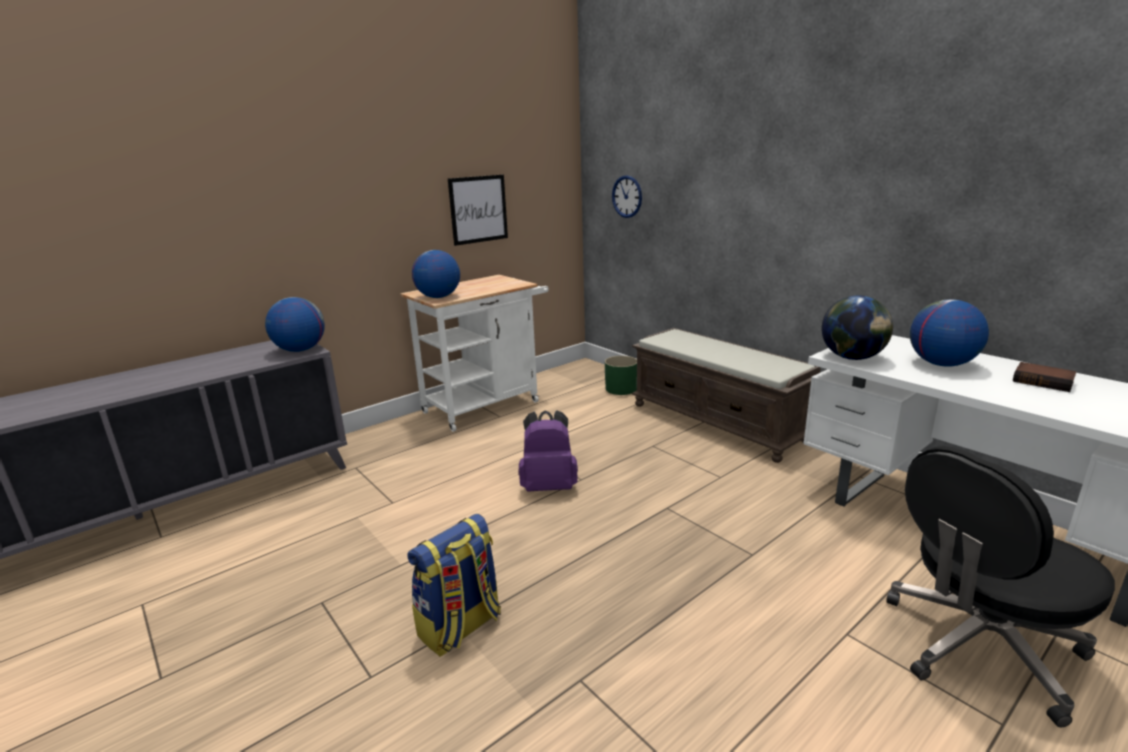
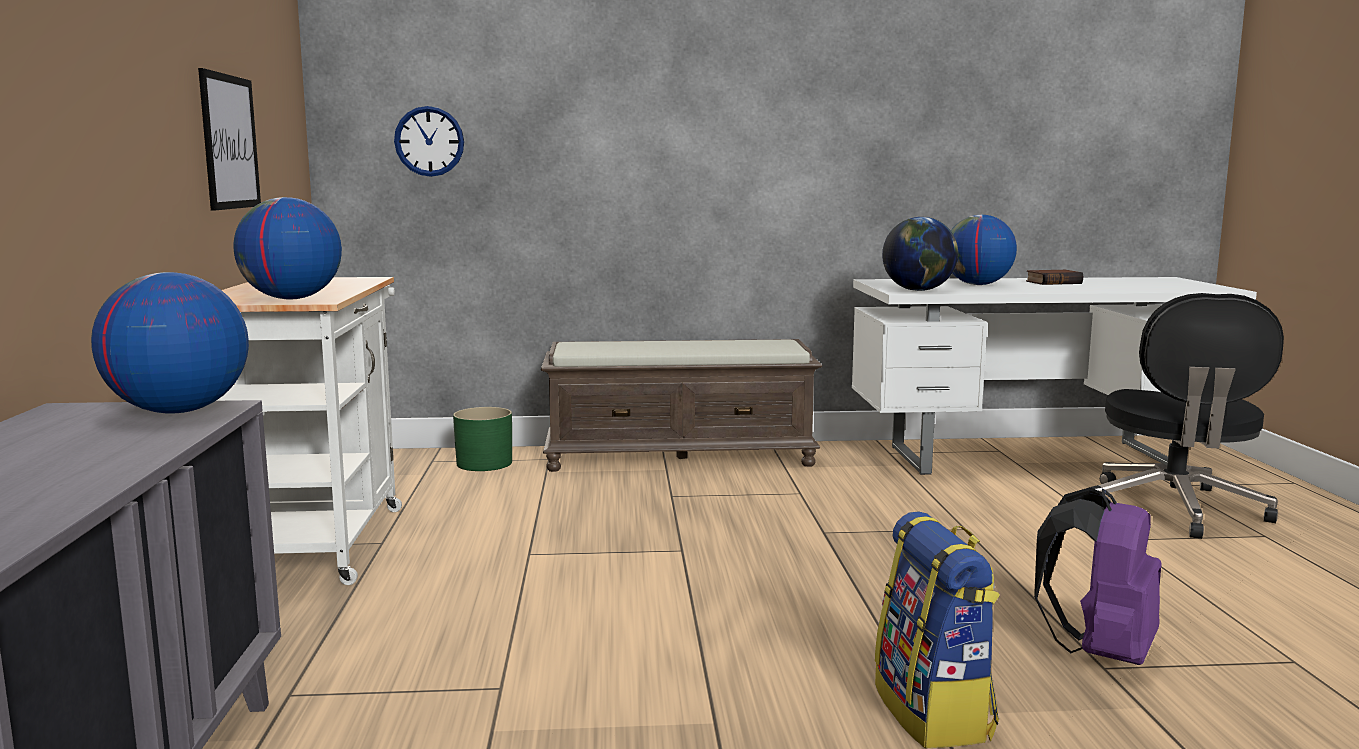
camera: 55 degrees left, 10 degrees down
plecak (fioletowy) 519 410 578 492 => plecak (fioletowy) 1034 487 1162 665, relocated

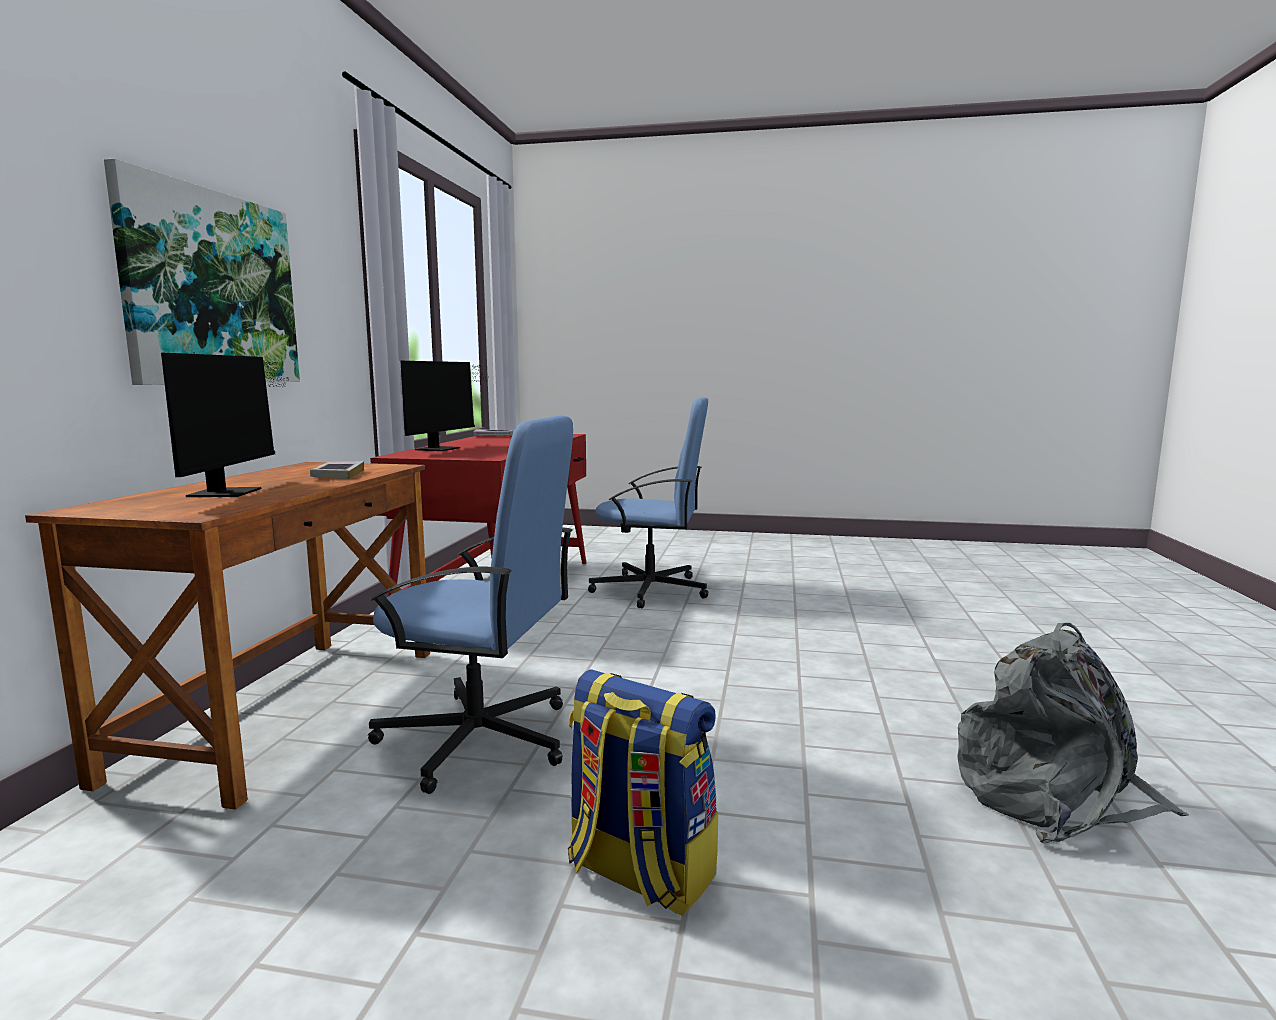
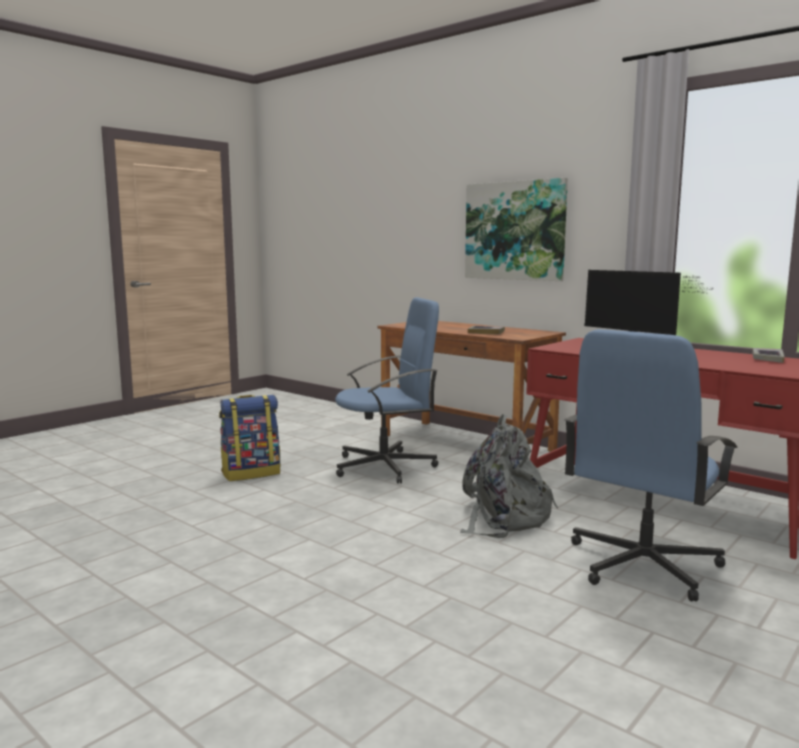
camera: 120 degrees right, 0 degrees up
monitor 161 353 288 497 => nothing
krzesło biurowe (niebieski) 368 415 573 794 => krzesło biurowe (niebieski) 335 297 439 484, 150 degrees counterclockwise
plecak (szary) 957 623 1189 843 => plecak (szary) 460 414 558 538, relocated

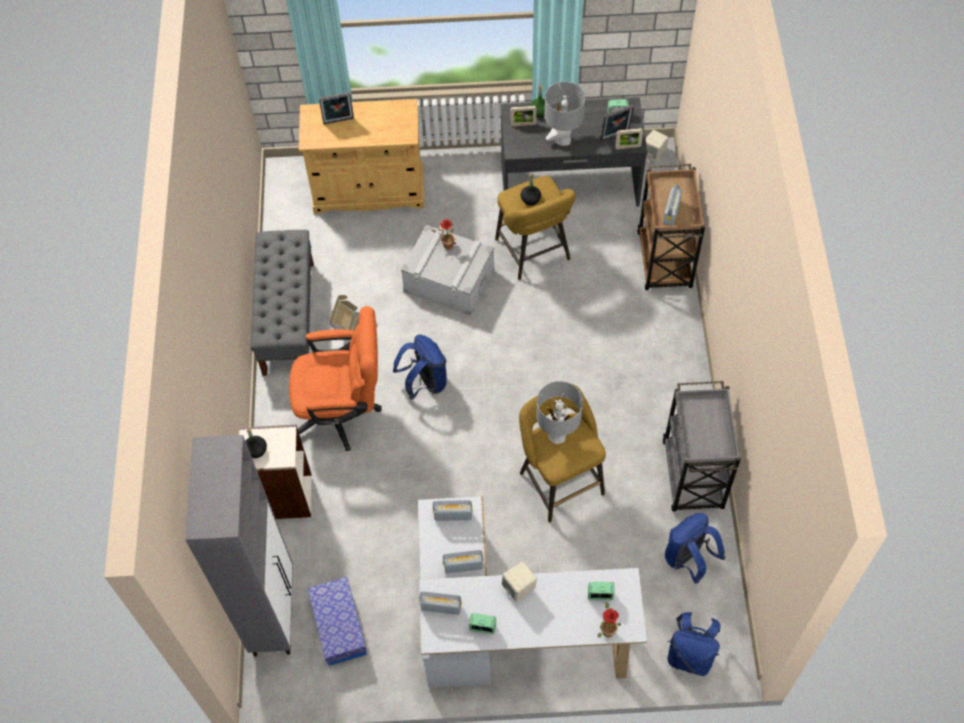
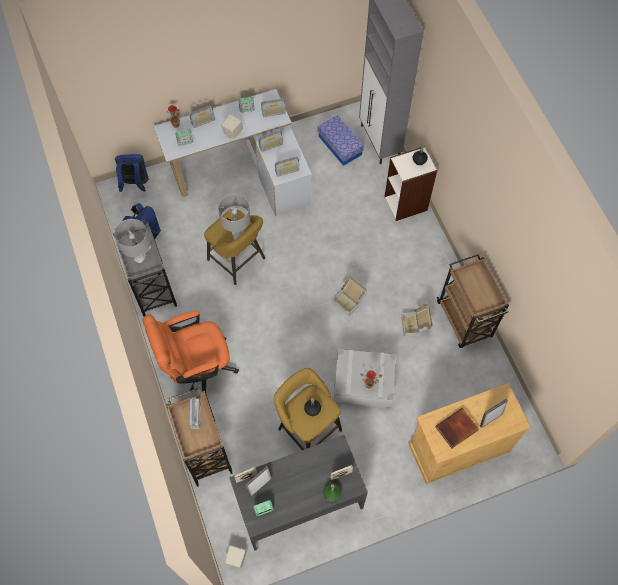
camera: 160 degrees right, 5 degrees up
lampa stołowa (szary) 545 82 585 146 => lampa stołowa (szary) 114 219 151 263, relocated
ławka (szary) 251 230 314 376 => wózek (brązowy) 437 254 509 348
krzesło biurowe (pomarańczowy) 289 306 382 451 => krzesło biurowe (pomarańczowy) 143 311 239 393, relocated
plecak (niebieski) 393 335 447 400 => karton 333 276 367 316
nothing => radio 190 106 215 128
nothing => książka 436 408 479 449

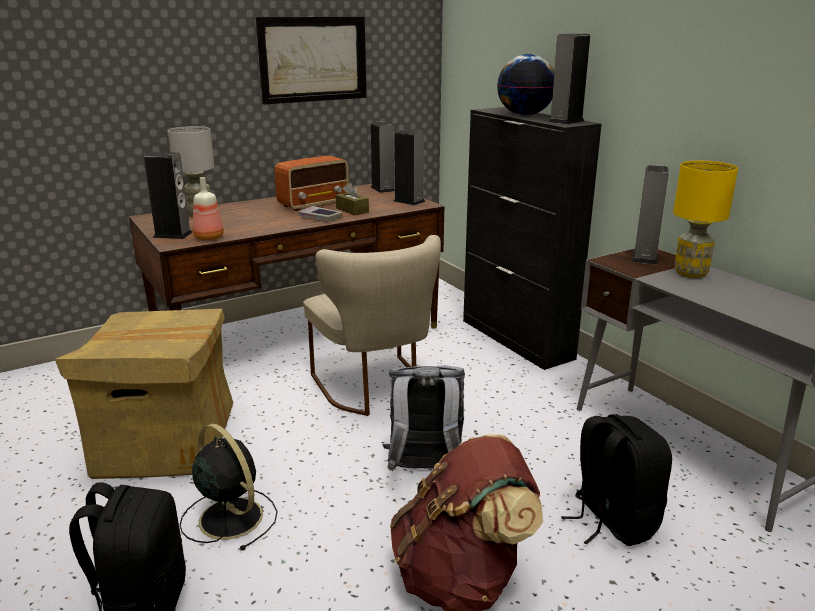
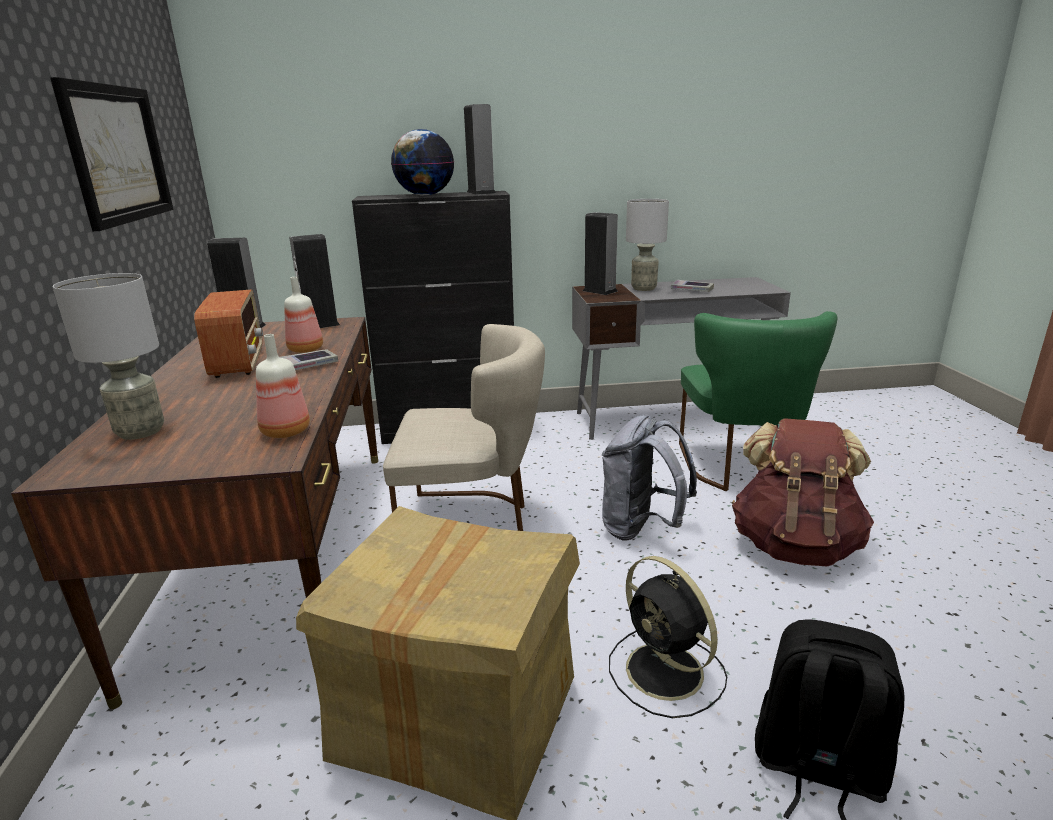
camera: 65 degrees left, 0 degrees up
głośnik 144 152 193 239 => nothing
lampa stołowa (żółty) 673 161 738 278 => lampa stołowa (szary) 626 199 669 291
pudełko chusteczek (brązowy) 335 183 369 215 => butelka 284 277 323 353
plecak (czarny) 561 414 672 546 => krzesło (zielony) 679 311 837 491
wentylator (czarny) 180 424 277 551 => wentylator (czarny) 609 556 727 718, 105 degrees counterclockwise
nothing => książka 671 279 714 292

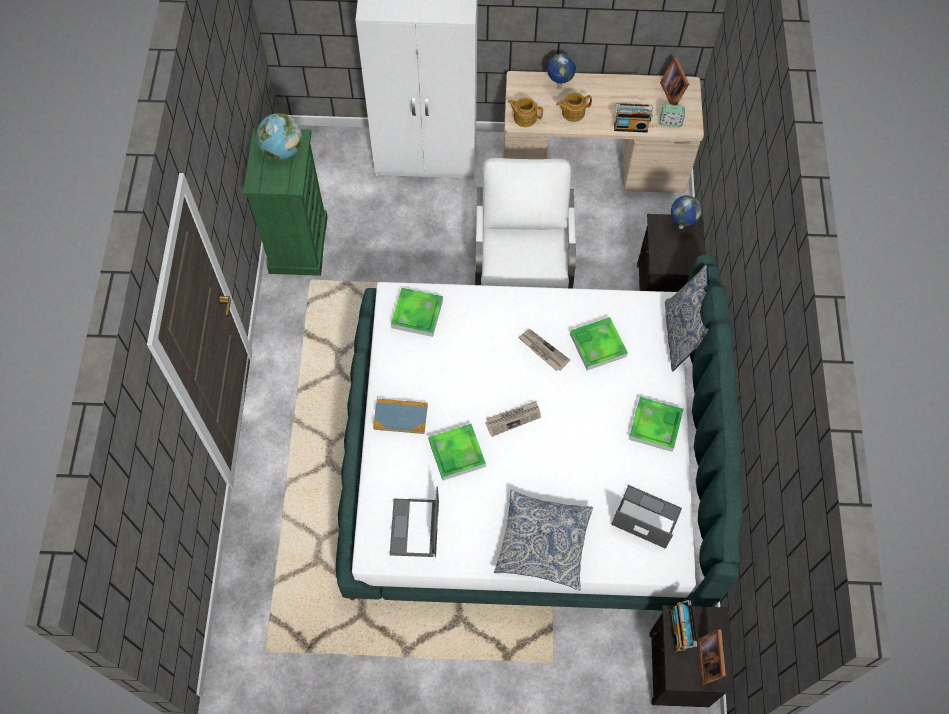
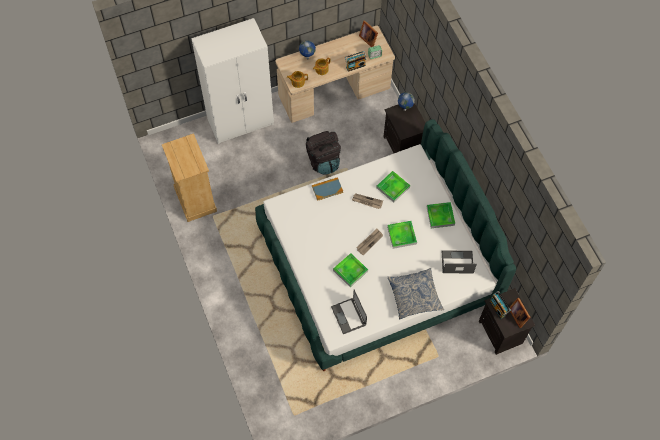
camera: 25 degrees left, 0 degrees up
globus 256 113 302 159 => nothing
komoda (zielony) 243 128 328 276 => komoda (beżowy) 162 133 217 222
fotel (biały) 475 158 576 289 => plecak (czarny) 306 131 341 175
poduszka 665 265 710 371 => nothing
taca 391 288 443 337 => taca 387 221 417 249, relocated
książka 373 399 428 434 => książka 312 177 343 201, relocated

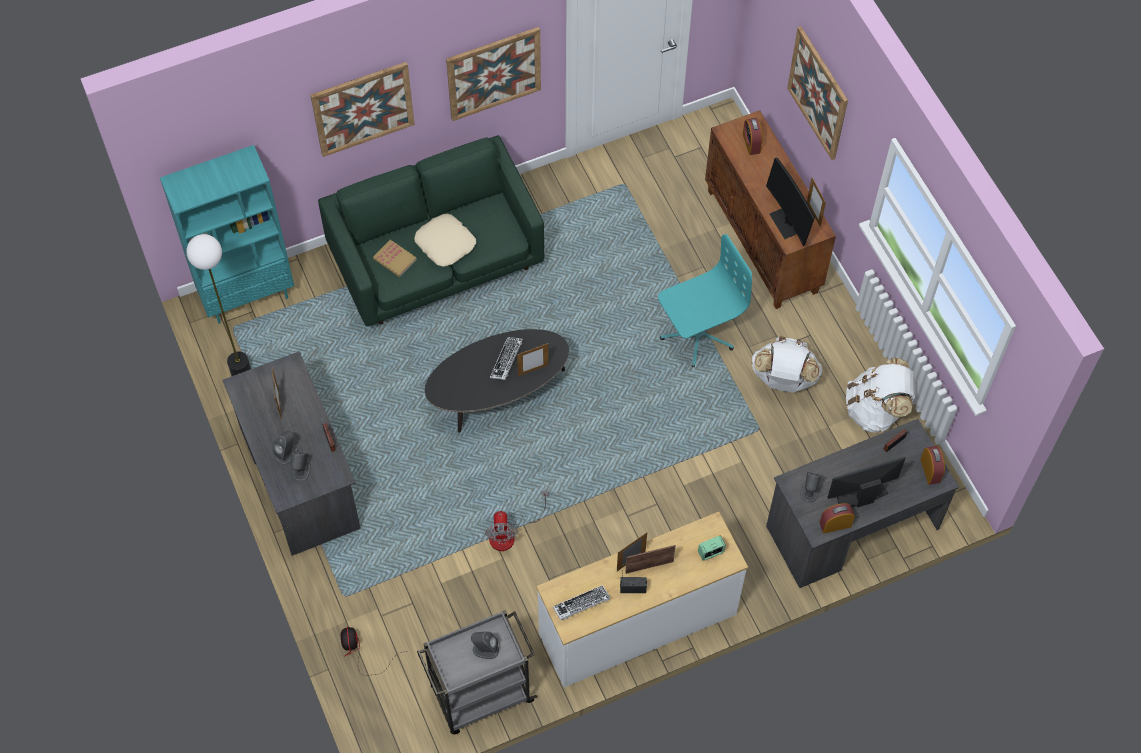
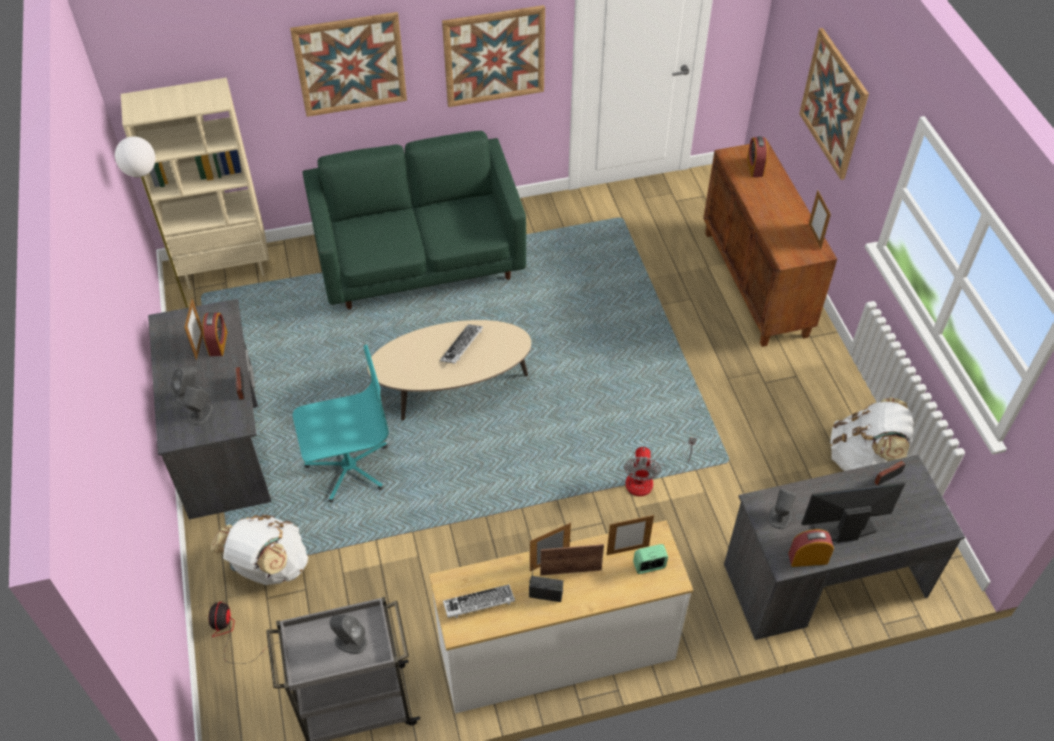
camera: 10 degrees right, 10 degrees down
regał (turkusowy) 160 145 294 324 => regał (beżowy) 121 78 269 289
monitor 766 158 815 246 => nothing
poduszka (beżowy) 414 214 476 267 => nothing
krzesło biurowe (turkusowy) 658 234 752 367 => krzesło biurowe (turkusowy) 293 345 389 503, relocated
książka 373 240 417 277 => nothing
ława (czarny) 425 329 569 433 => ława (beżowy) 367 320 531 421
plecak (biały) 751 337 822 393 => plecak (biały) 211 515 308 585, relocated
ramka na zdjęcie 517 343 549 376 => ramka na zdjęcie 607 515 654 555, relocated
budzik 920 446 945 485 => budzik 202 313 227 356, relocated
wentylator 485 491 548 551 => wentylator 624 438 697 496, relocated

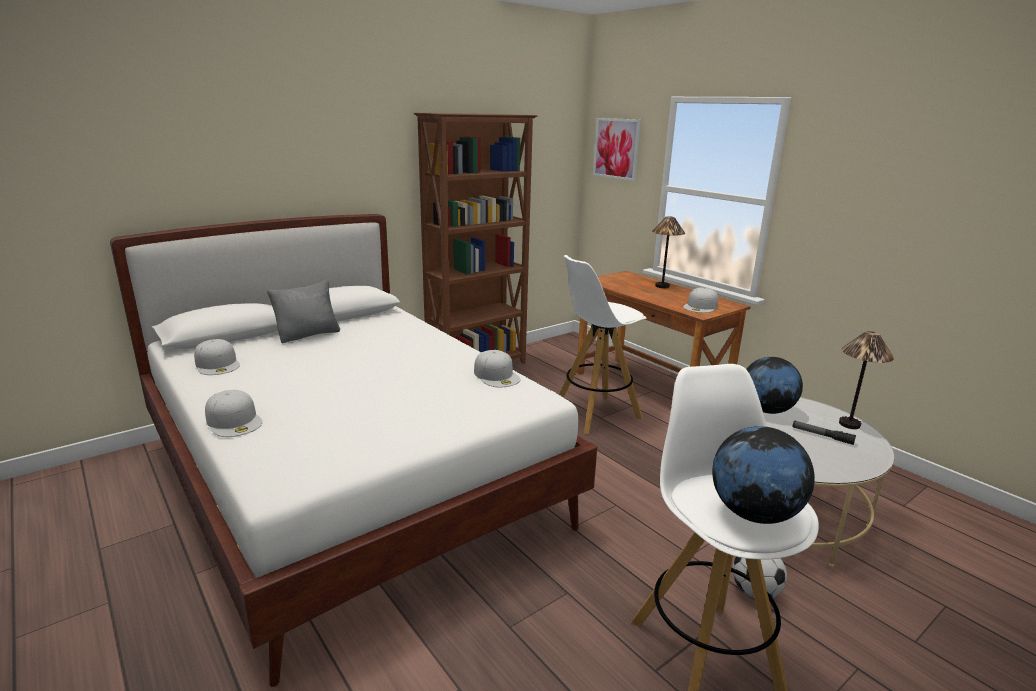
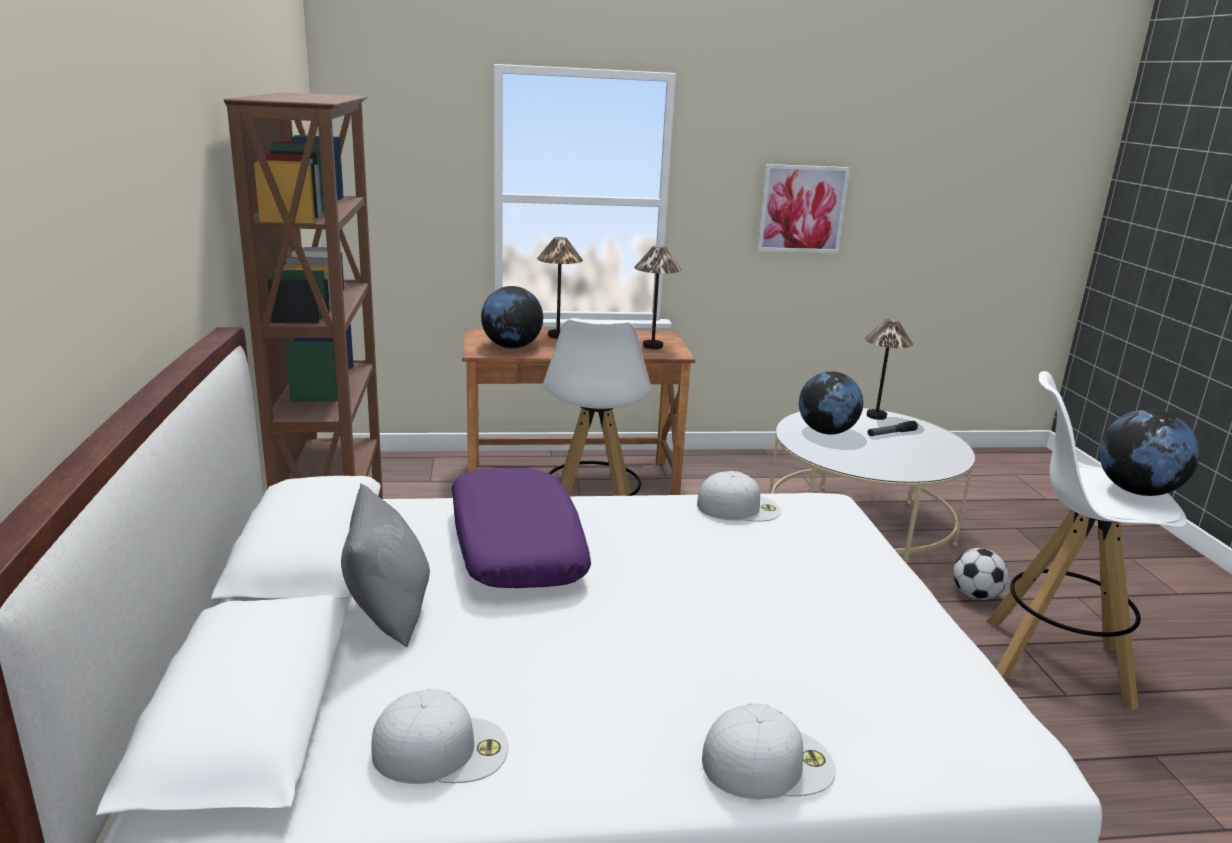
camera: 60 degrees left, 0 degrees up
obraz 593 118 641 181 => obraz 757 164 850 253, relocated
czapka z daszkiem (biały) 683 288 718 313 => lampa stołowa 634 246 681 349
nothing => globus 481 286 543 349
nothing => poduszka (fioletowy) 452 468 591 588

